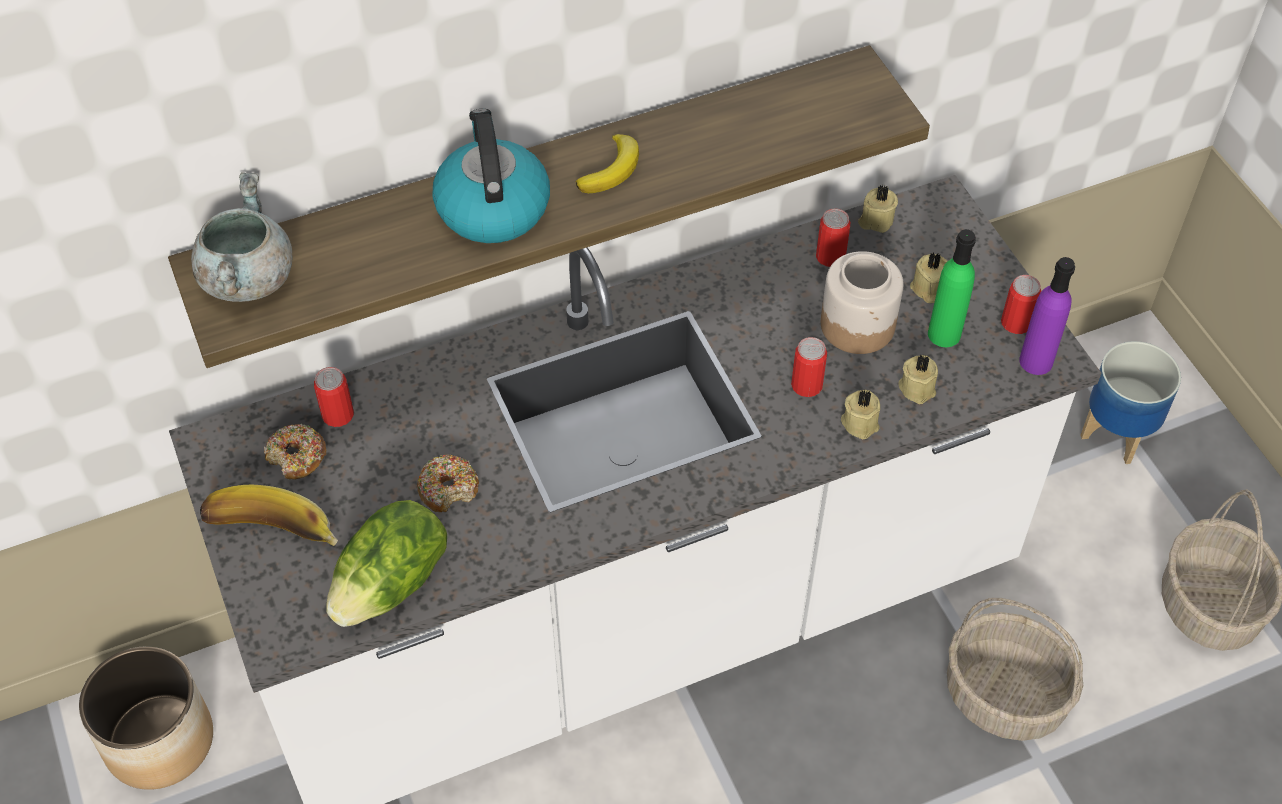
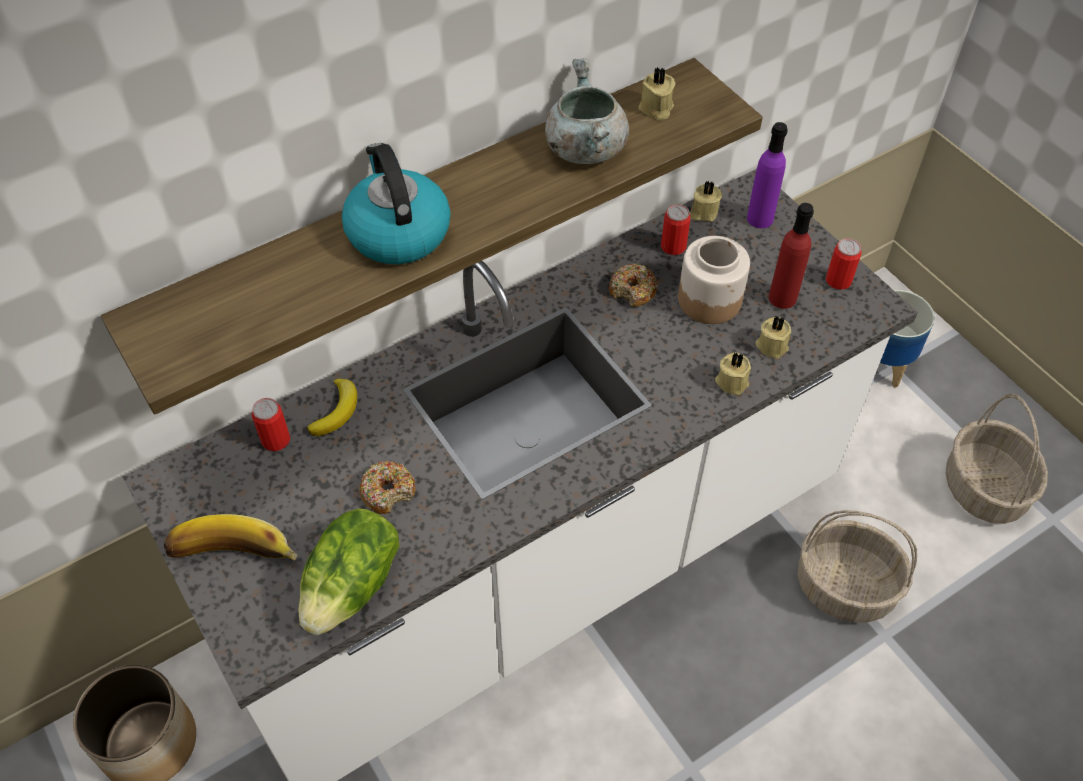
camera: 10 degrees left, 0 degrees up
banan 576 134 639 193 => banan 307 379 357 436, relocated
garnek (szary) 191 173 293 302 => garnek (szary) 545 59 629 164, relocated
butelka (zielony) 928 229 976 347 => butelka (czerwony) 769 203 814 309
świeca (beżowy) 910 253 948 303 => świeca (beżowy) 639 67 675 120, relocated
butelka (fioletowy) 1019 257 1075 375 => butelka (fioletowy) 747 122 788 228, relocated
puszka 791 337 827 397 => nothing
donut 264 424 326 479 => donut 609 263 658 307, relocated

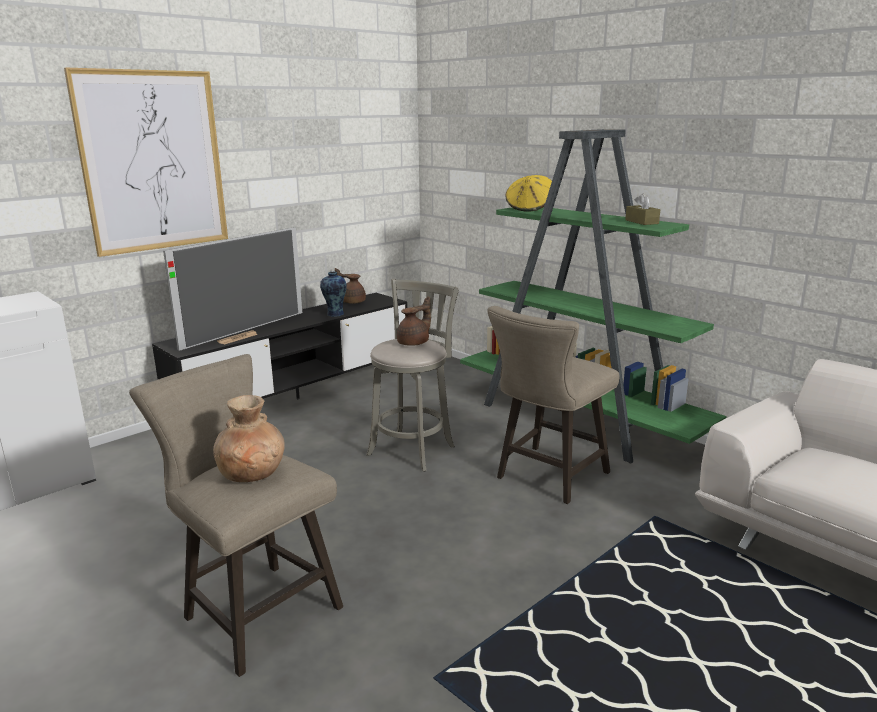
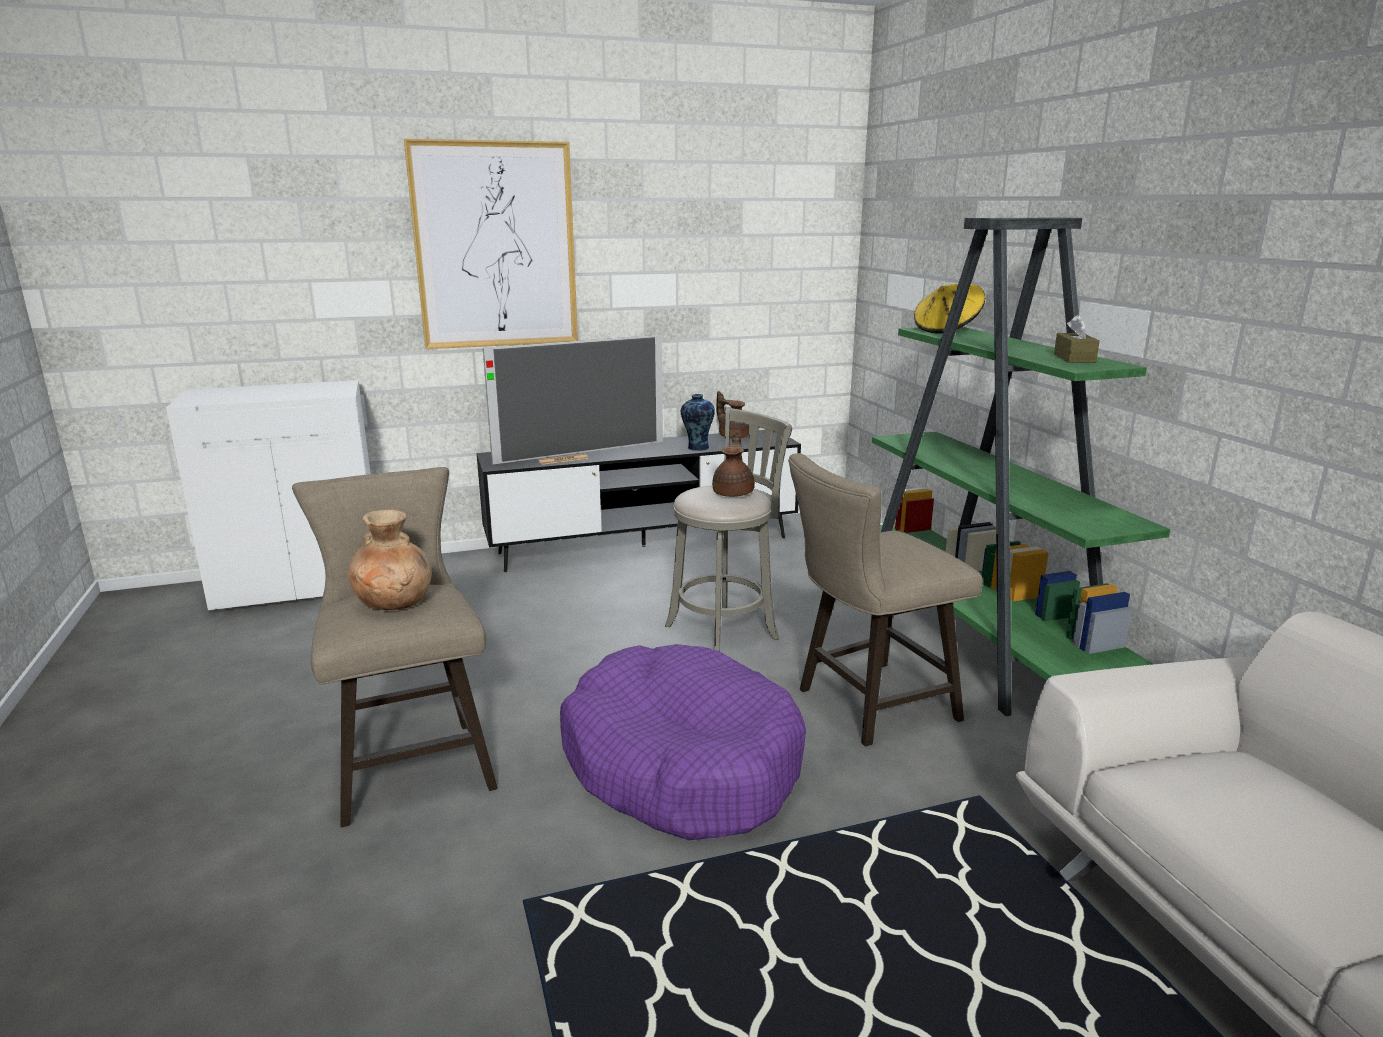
camera: 25 degrees right, 0 degrees up
imbryk (brązowy) 397 297 431 346 => imbryk (brązowy) 712 431 755 497, 60 degrees counterclockwise
nothing => legowisko (fioletowy) 560 644 806 840

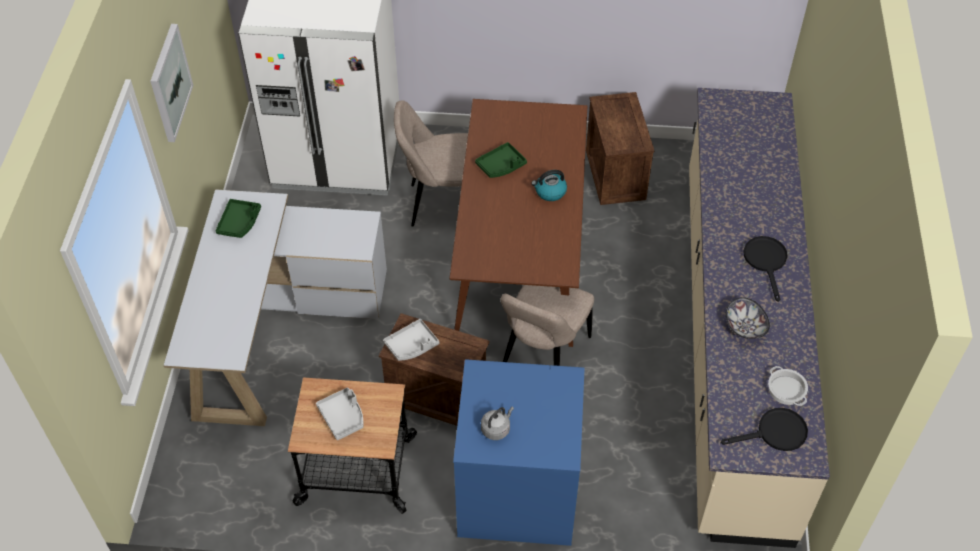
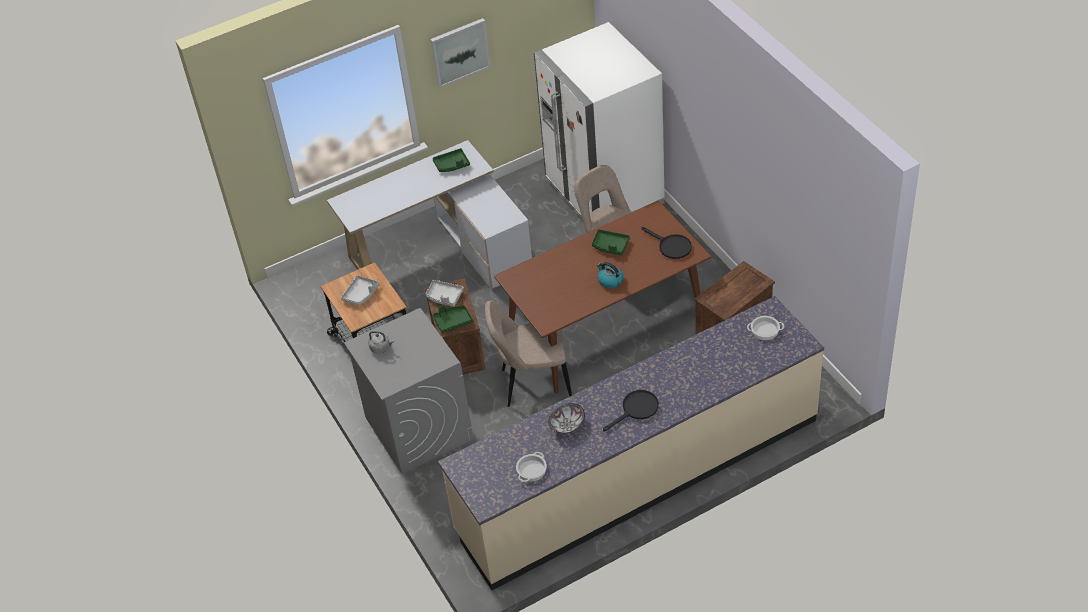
camera: 60 degrees right, 5 degrees down
pralka (niebieski) 453 359 585 546 => pralka (szary) 344 308 474 474
patelnia (czarny) 721 408 808 451 => patelnia (czarny) 641 227 692 259, relocated
nothing => taca (zielony) 432 305 473 334
nothing => garnek 747 316 784 340

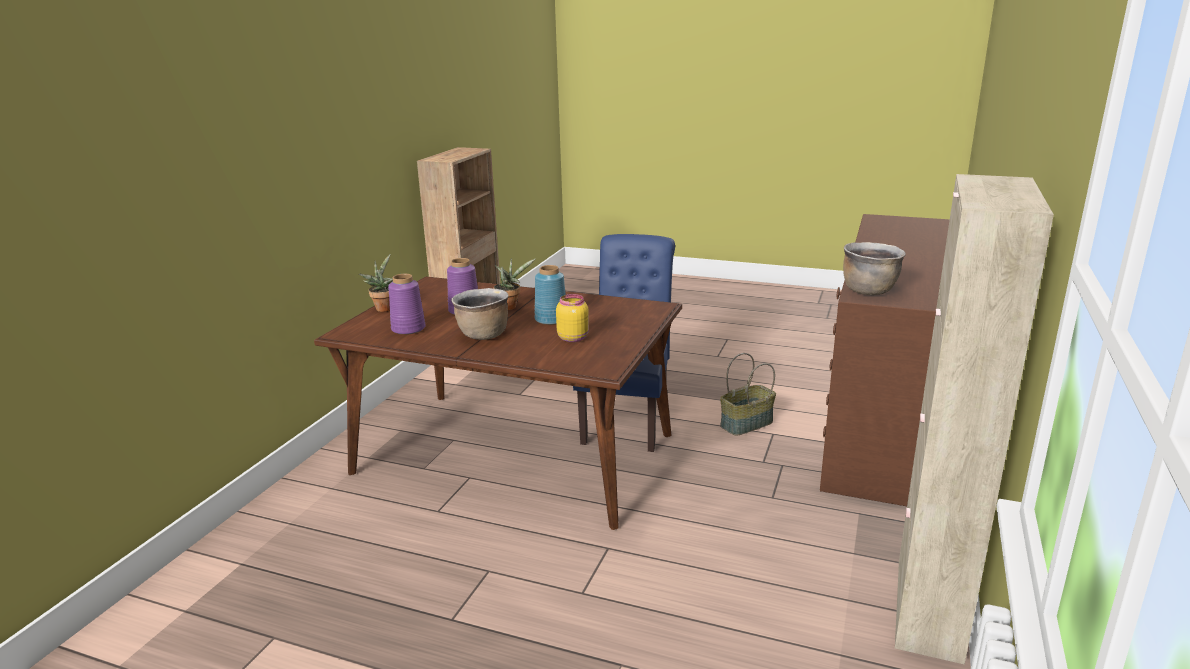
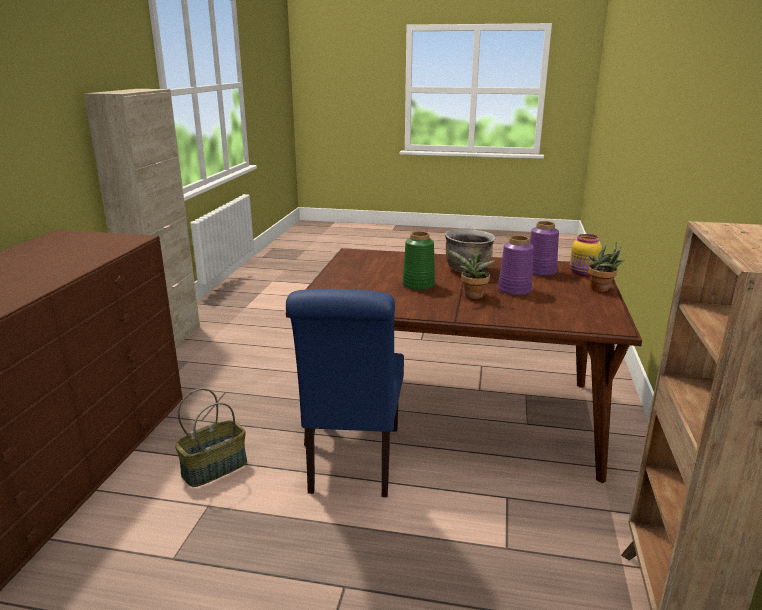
camera: 170 degrees right, 0 degrees up
garnek (brązowy) 843 242 906 295 => nothing
wazon (niebieski) 535 265 566 325 => wazon (zielony) 402 231 435 290
słoik (żółty) 556 294 589 342 => słoik (żółty) 570 234 602 276, relocated

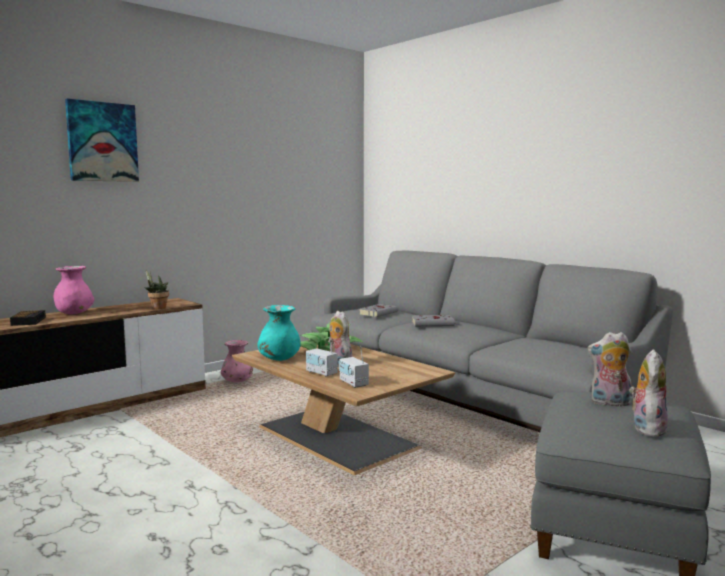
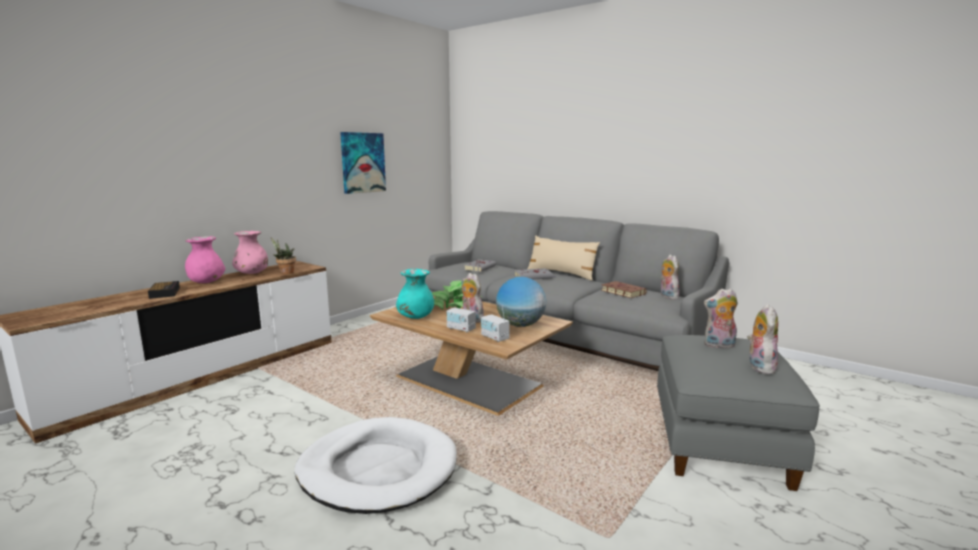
camera: 10 degrees left, 5 degrees up
obraz 65 98 139 182 => obraz 340 132 386 194, relocated
wazon (różowy) 221 340 253 383 => wazon (różowy) 232 231 268 274, relocated
nothing => poduszka (beżowy) 527 235 600 280
nothing => pluszak 661 255 680 300
nothing => globus 496 277 546 327
nothing => książka (brązowy) 601 281 647 298
nothing => legowisko (biały) 295 417 457 514

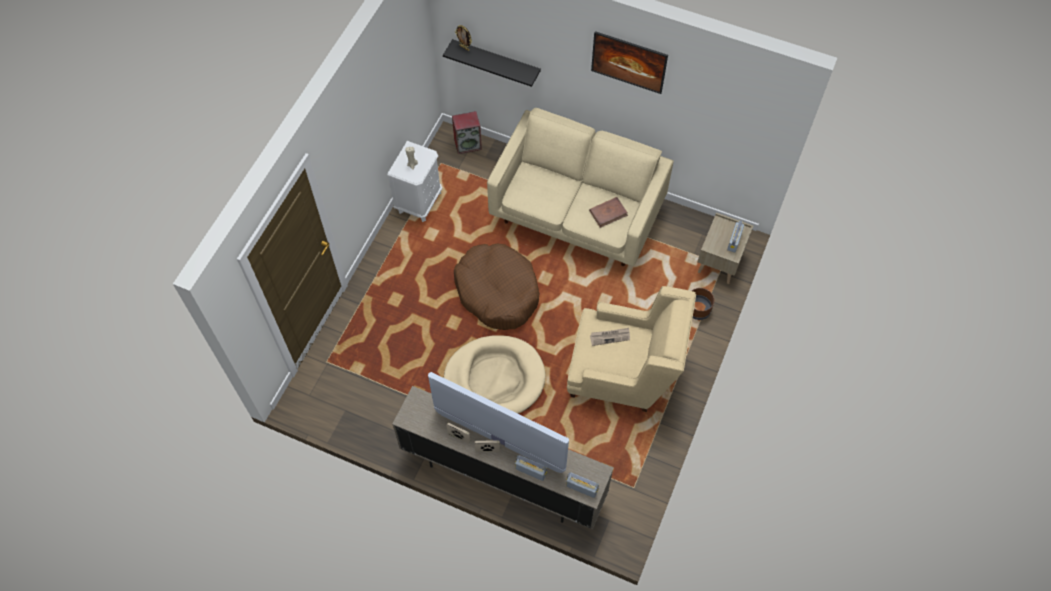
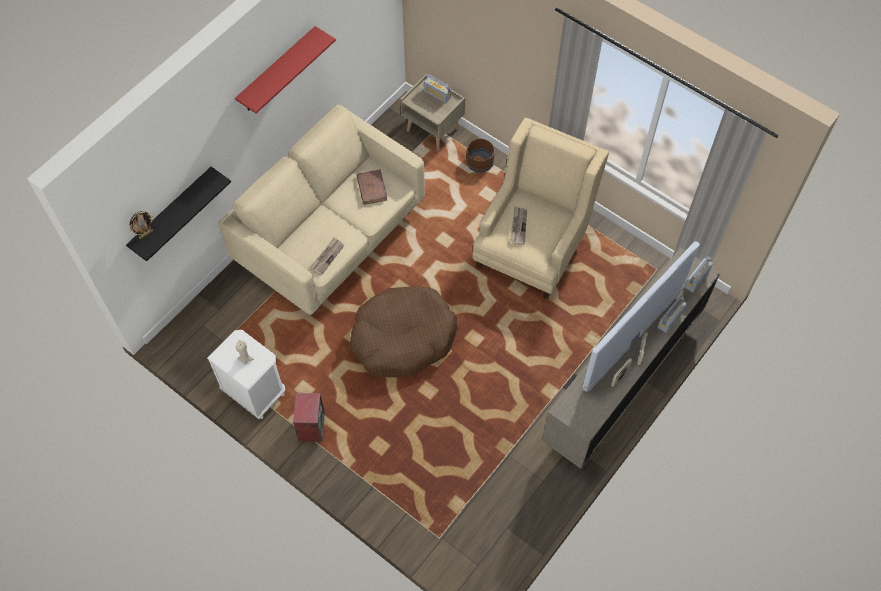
camera: 75 degrees left, 0 degrees up
obraz 591 31 668 94 => półka (czerwony) 235 26 336 113
głośnik 452 111 482 154 => głośnik 293 393 325 442, relocated
legowisko (beżowy) 444 335 546 414 => nothing
nothing => gazeta 310 237 344 276

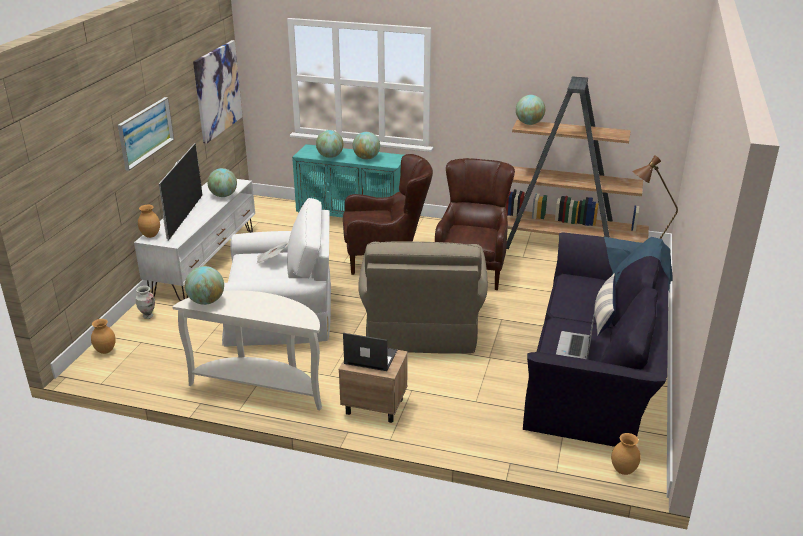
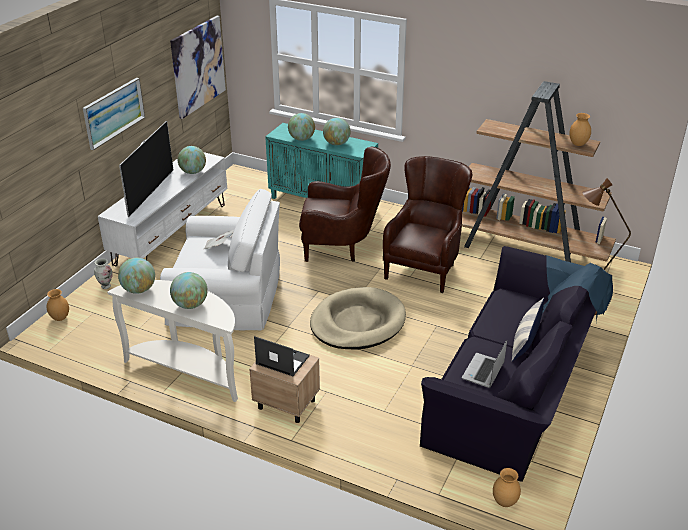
camera: 10 degrees right, 5 degrees up
globus 516 95 545 125 => globus 170 272 208 309, relocated
wazon (brązowy) 138 205 160 238 => wazon (brązowy) 569 113 591 146, relocated
fotel (beżowy) 358 241 488 354 => legowisko (beżowy) 310 287 406 350

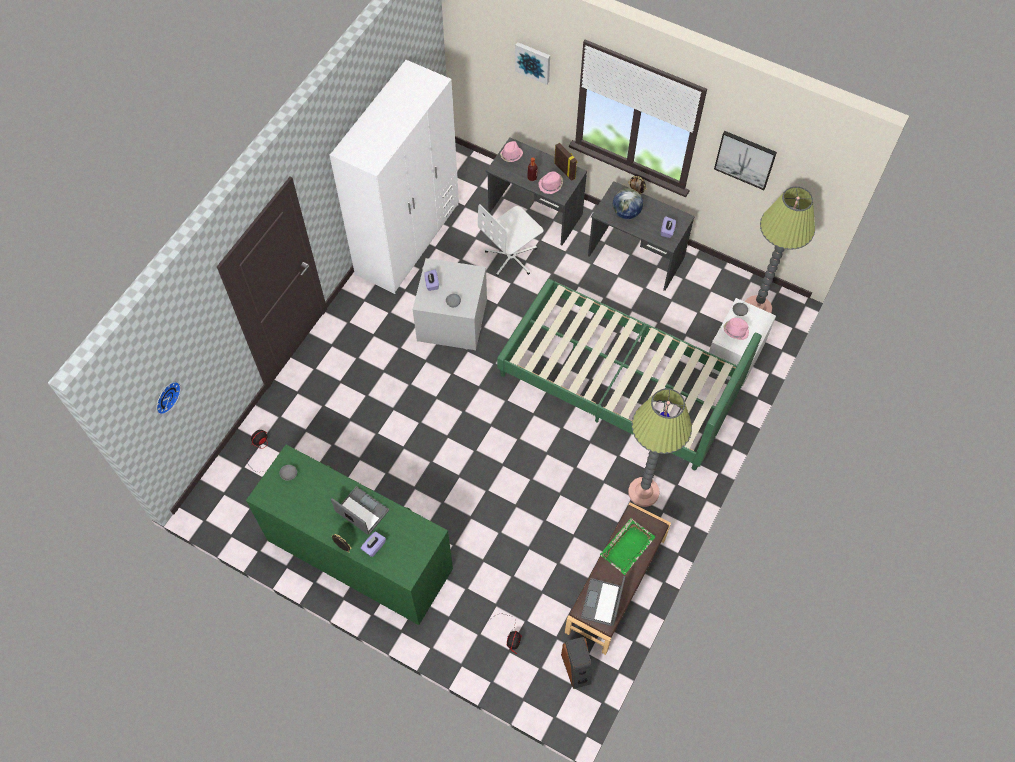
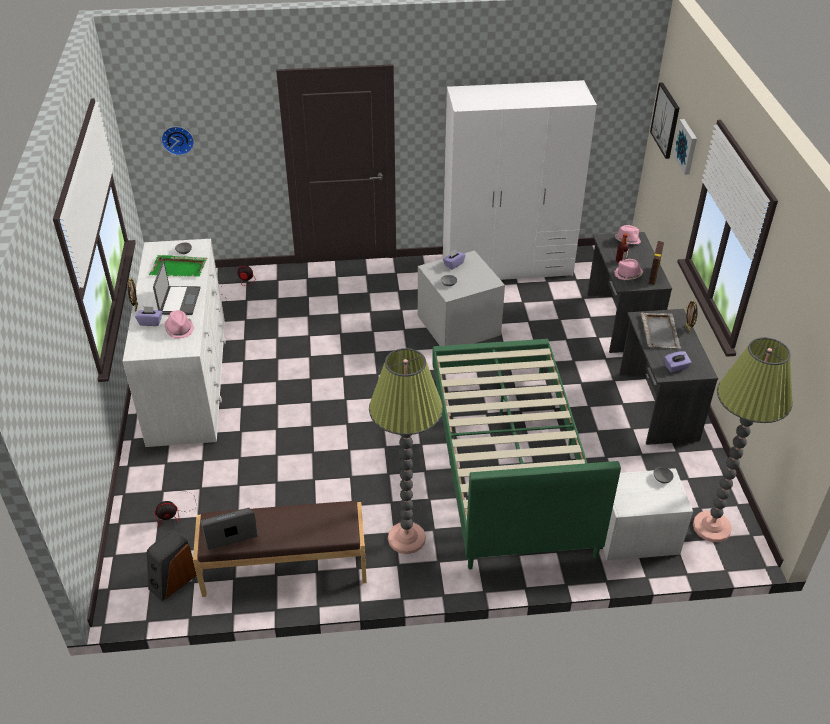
camera: 55 degrees right, 20 degrees down
obraz 714 131 777 190 => obraz 650 82 679 159, relocated
globus 613 188 643 219 => taca (szary) 641 313 681 349
krzesło biurowe (biały) 478 204 544 276 => nothing
kapelusz (różowy) 723 318 749 340 => kapelusz (różowy) 165 310 194 339, relocated
komoda (zielony) 246 444 453 625 => komoda (biały) 123 239 226 447
taca (zielony) 600 518 655 575 => taca (zielony) 149 255 207 277, relocated

